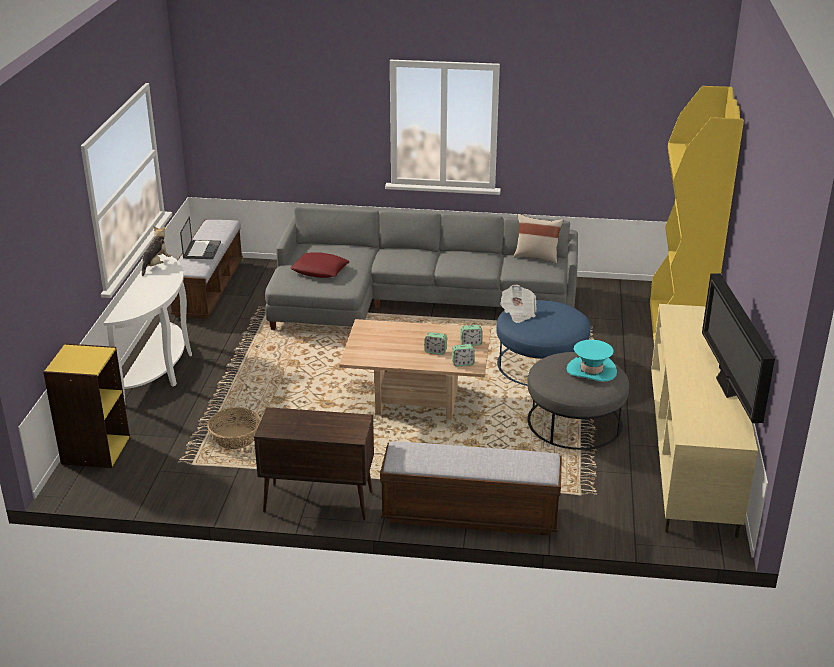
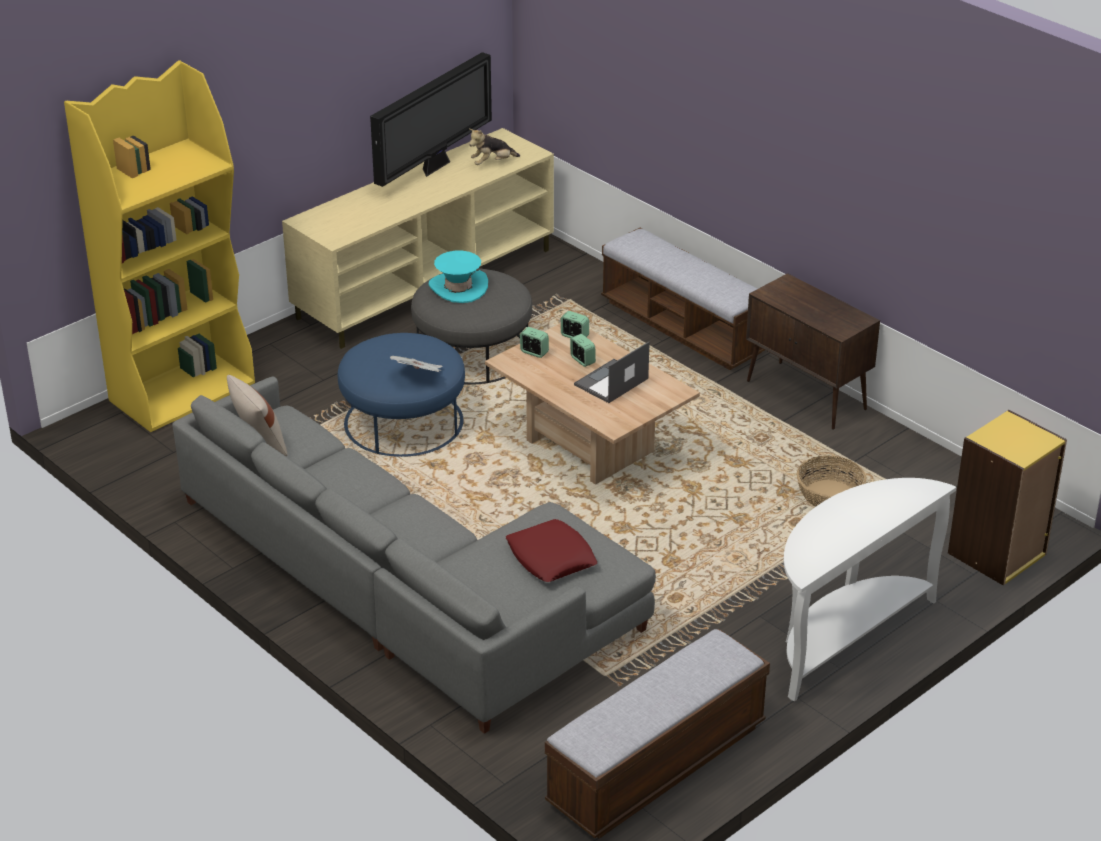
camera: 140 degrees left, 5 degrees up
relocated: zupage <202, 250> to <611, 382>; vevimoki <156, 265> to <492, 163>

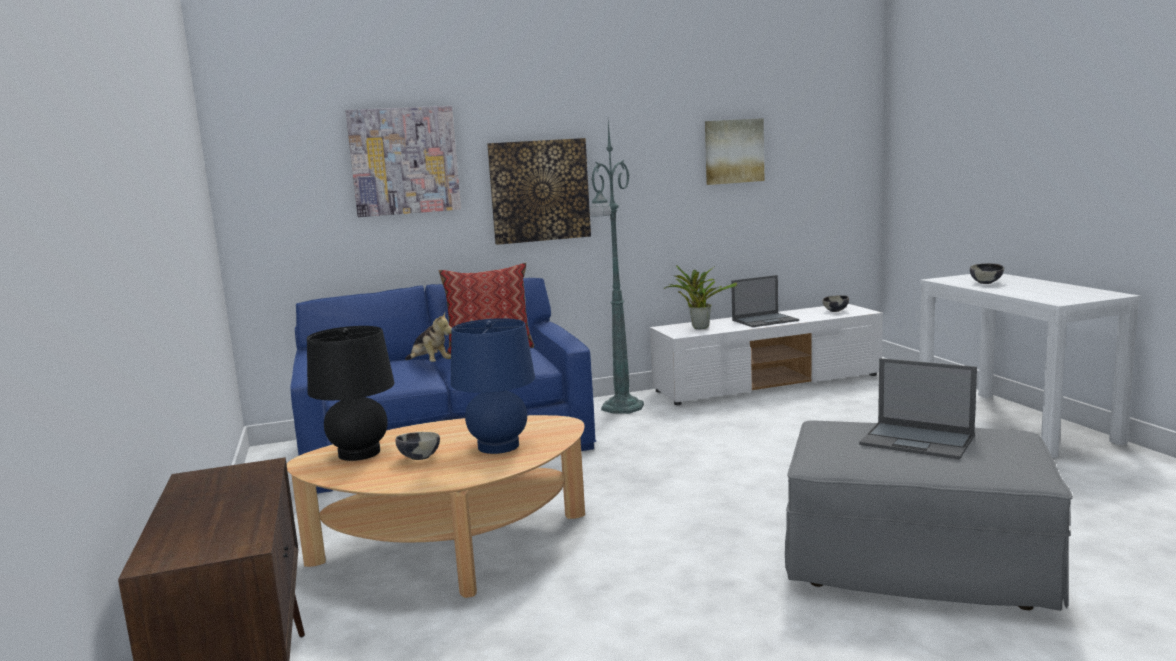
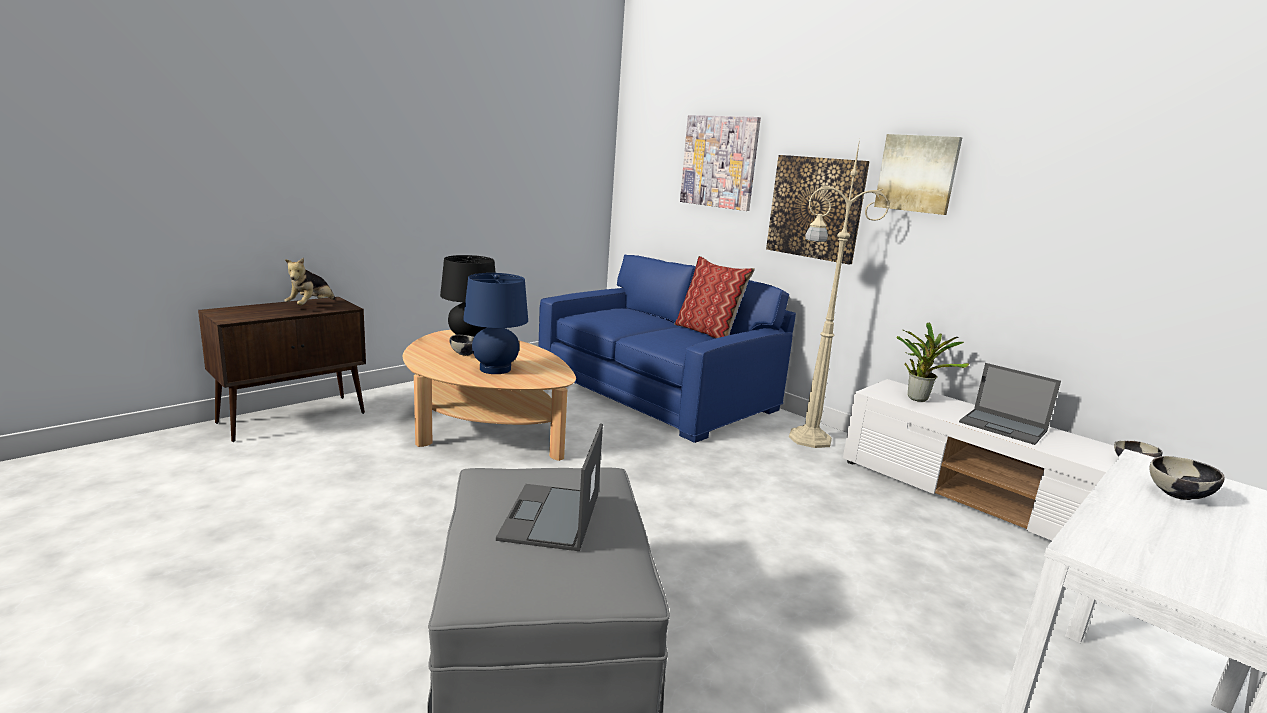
camera: 60 degrees right, 5 degrees up
relocated: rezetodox <733, 151> to <917, 173>; vevimoki <429, 364> to <311, 306>
colour: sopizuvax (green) <621, 408> to sopizuvax (beige) <807, 438>

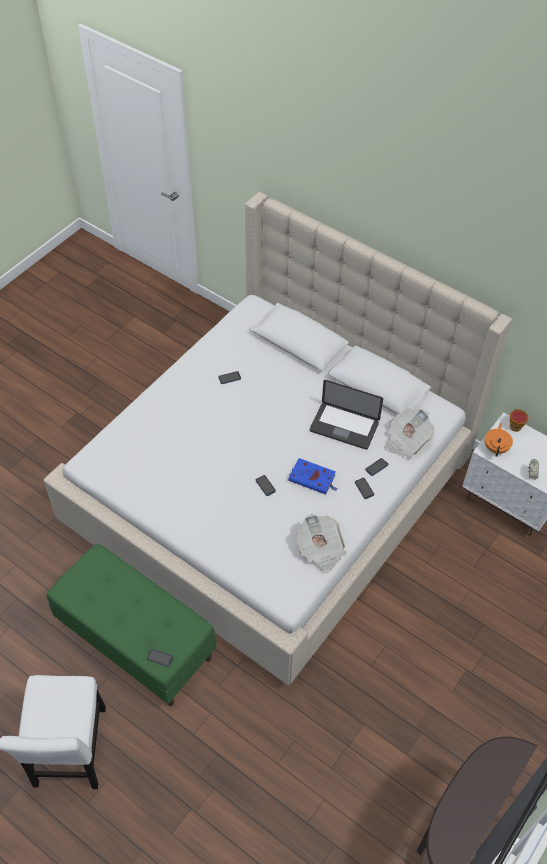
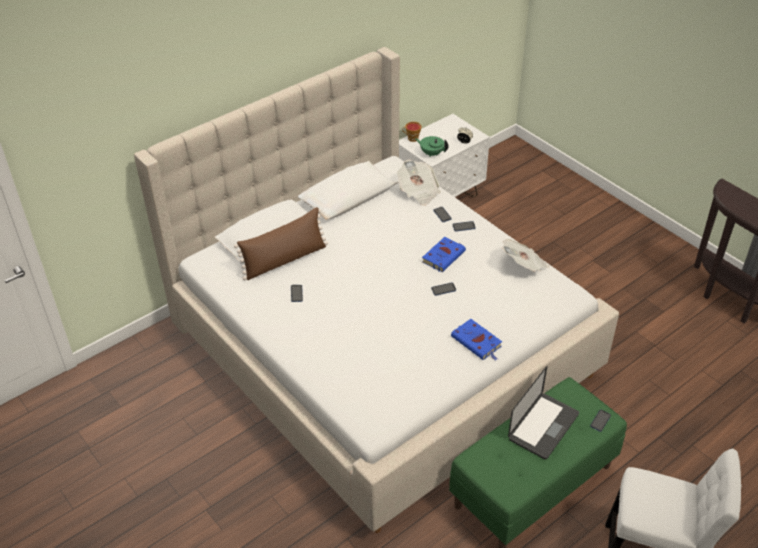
camera: 75 degrees left, 10 degrees down
appeared: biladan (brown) <285, 260>; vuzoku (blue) <477, 342>
relocated: zupage <344, 427> to <543, 426>
colour: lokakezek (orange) <496, 448> to lokakezek (green) <431, 153>

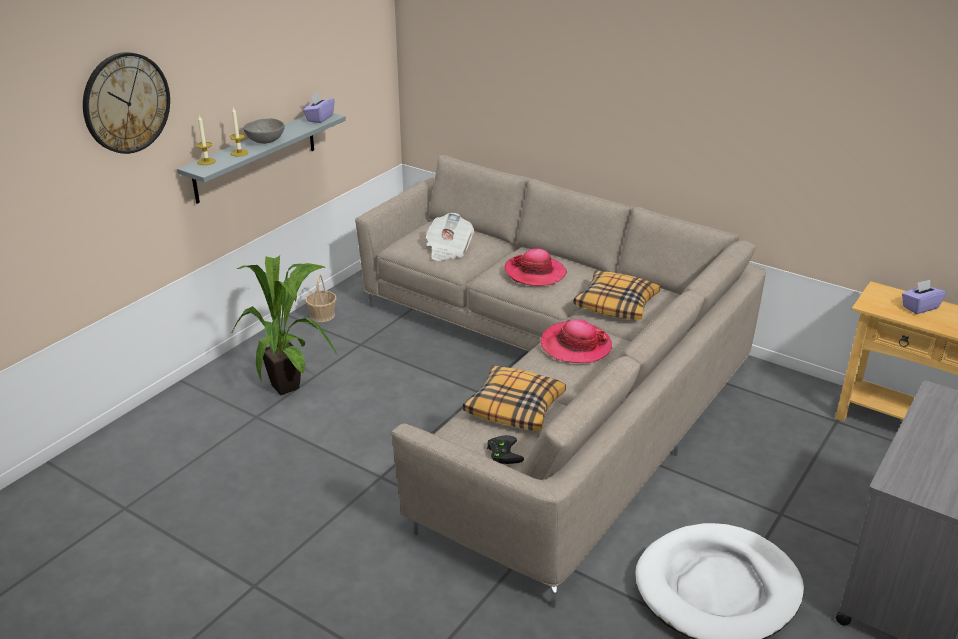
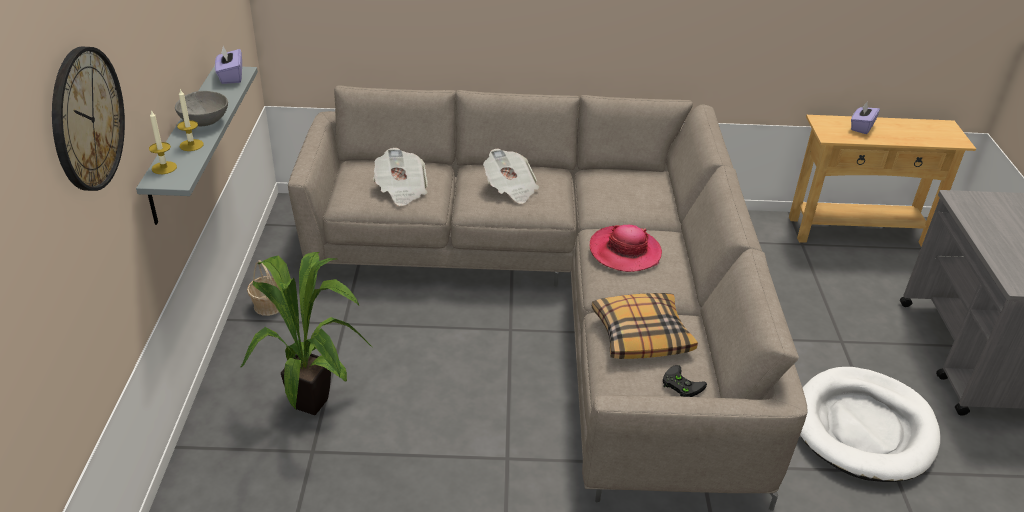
camera: 35 degrees left, 5 degrees up
missing: biladan <616, 304>
exchanged: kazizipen <535, 273> to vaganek <510, 189>

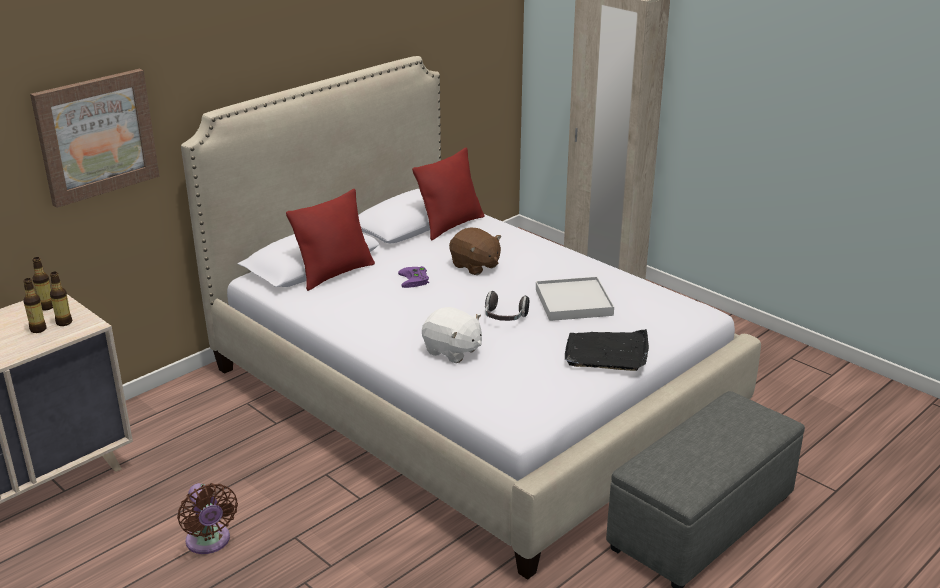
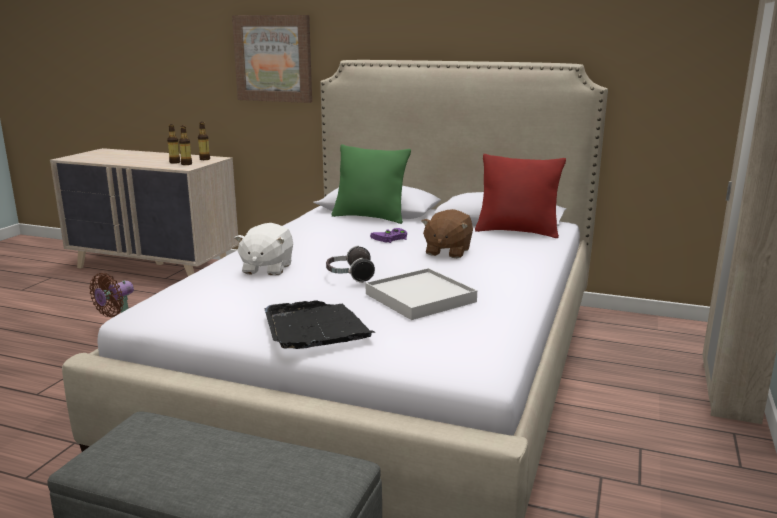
camera: 65 degrees right, 10 degrees down
colour: biladan (red) <335, 273> to biladan (green) <370, 217>

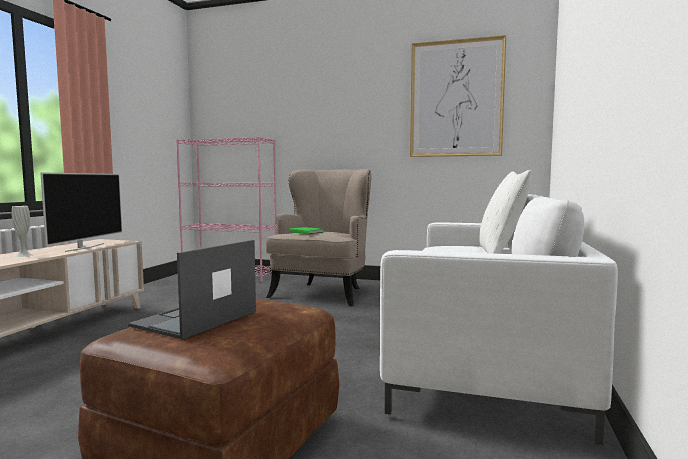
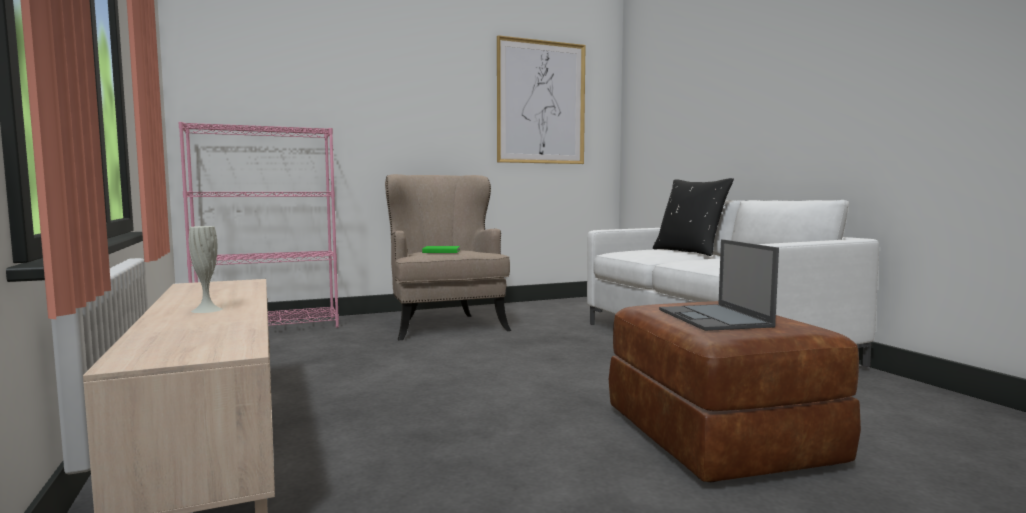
camera: 40 degrees left, 0 degrees up
missing: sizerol <84, 247>
colour: biladan (white) <500, 253> to biladan (black) <689, 251>

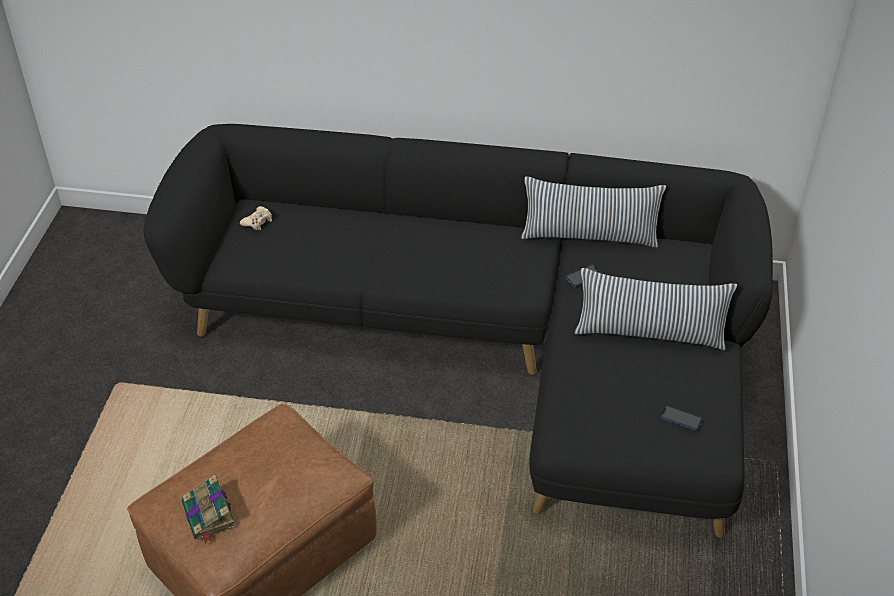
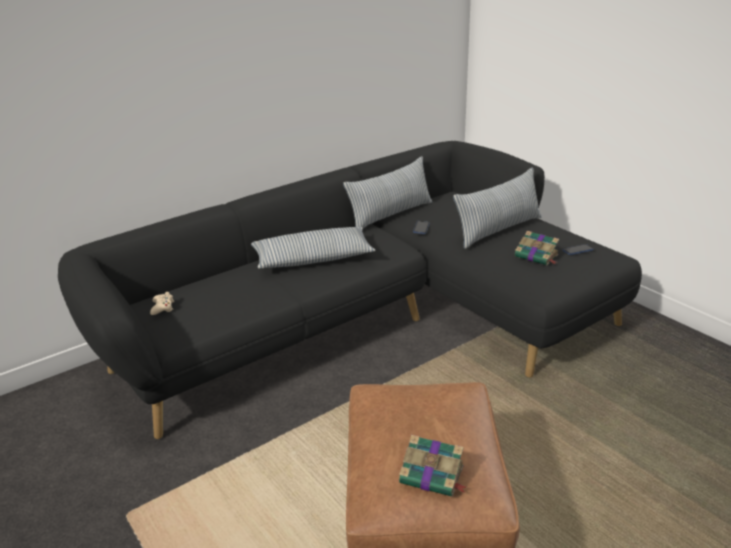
camera: 45 degrees left, 15 degrees down
appeared: biladan <313, 258>; vuzoku <537, 256>

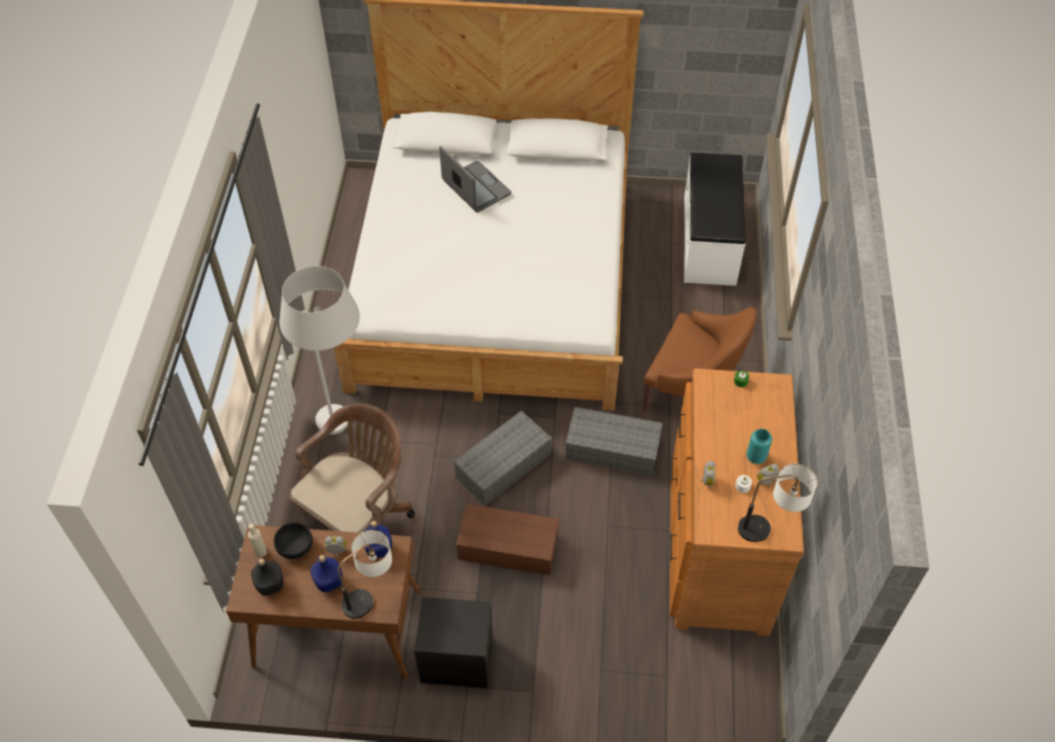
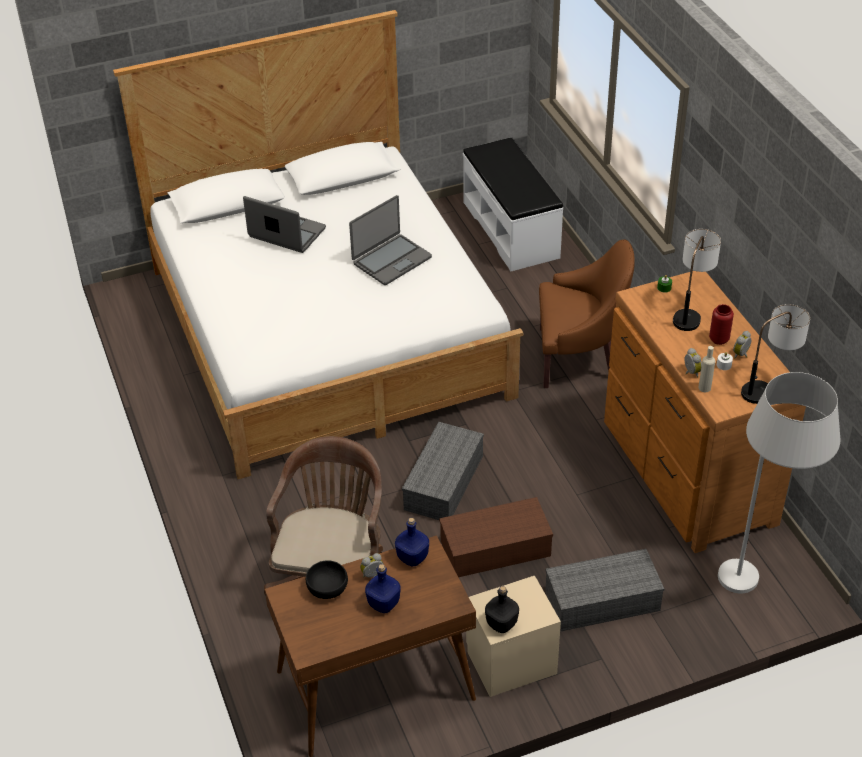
camera: 25 degrees left, 10 degrees down
appeared: zupage <391, 260>
relocated: sopizuvax (white) <345, 431> to <760, 583>; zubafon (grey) <611, 449> to <601, 602>; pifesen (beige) <261, 551> to <704, 388>; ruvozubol <370, 595> to <691, 312>; pifesen (black) <270, 585> to <501, 624>
colour: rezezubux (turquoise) <756, 457> to rezezubux (red) <719, 339>; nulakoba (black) <457, 658> to nulakoba (beige) <510, 661>

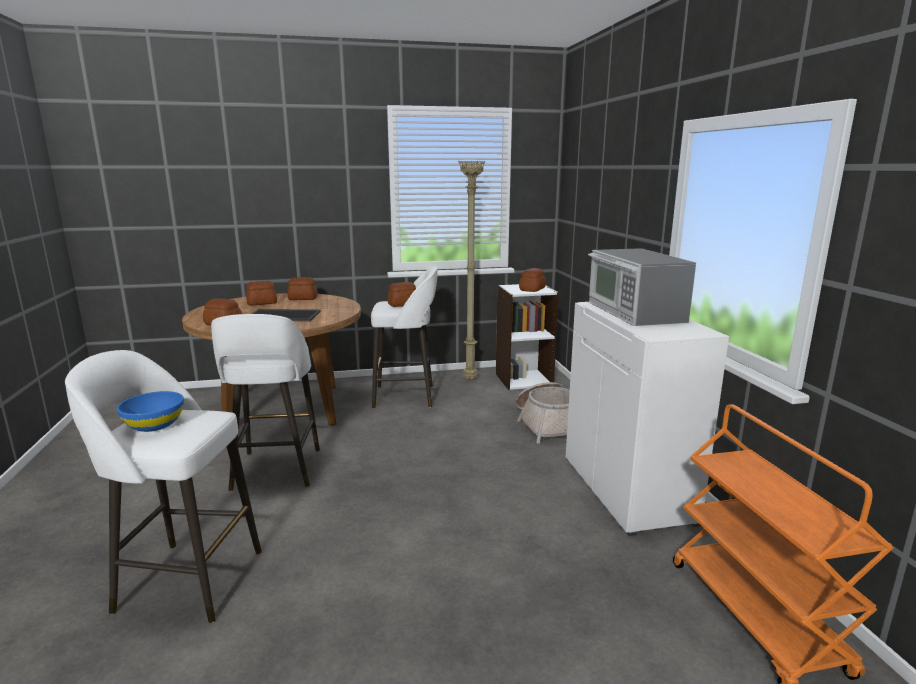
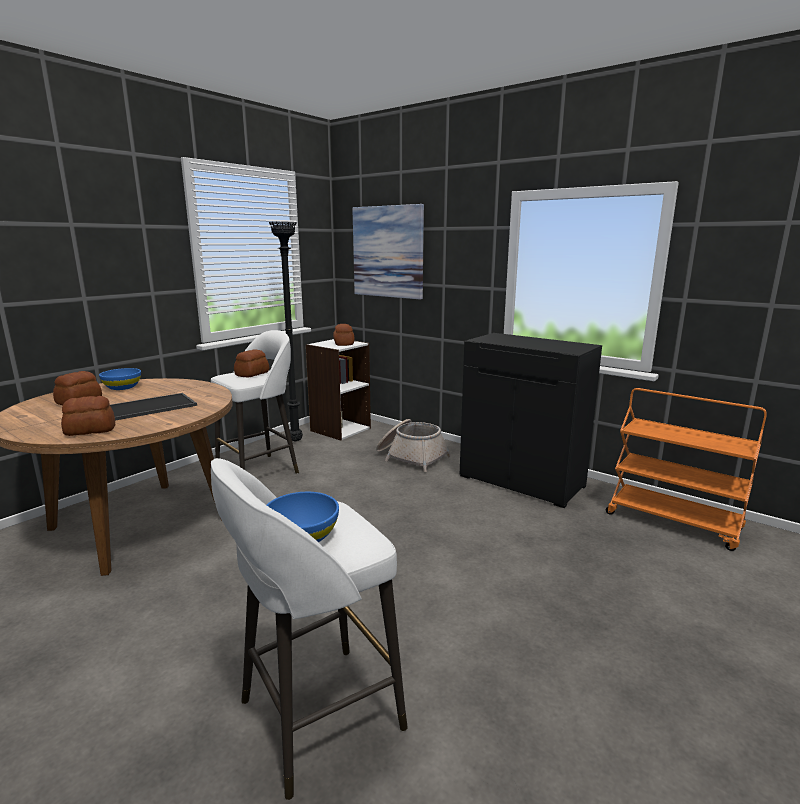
camera: 40 degrees left, 0 degrees up
missing: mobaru <633, 312>; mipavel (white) <276, 471>
appeared: rezetodox <388, 252>
exchanged: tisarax <303, 298> to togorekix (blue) <122, 387>
colour: sopizuvax (beige) <470, 380> to sopizuvax (black) <296, 441>; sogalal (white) <628, 489> to sogalal (black) <522, 481>

